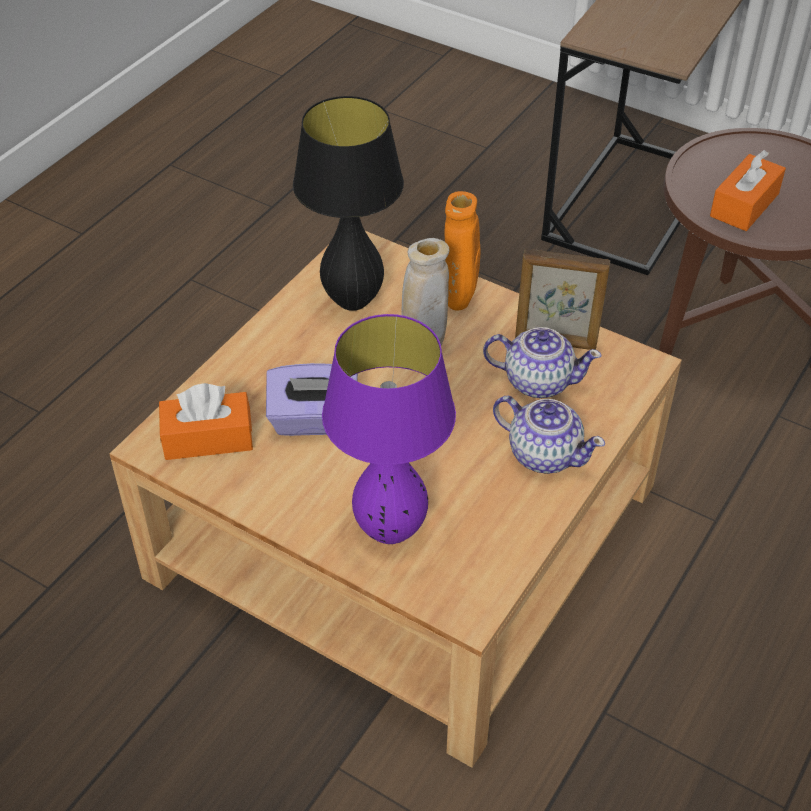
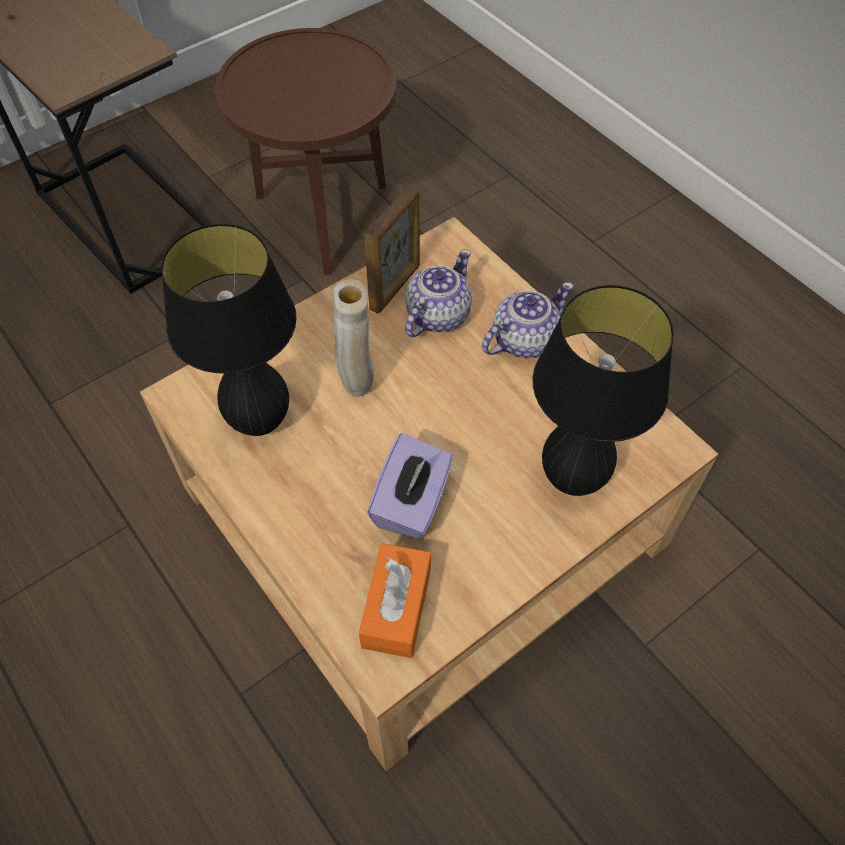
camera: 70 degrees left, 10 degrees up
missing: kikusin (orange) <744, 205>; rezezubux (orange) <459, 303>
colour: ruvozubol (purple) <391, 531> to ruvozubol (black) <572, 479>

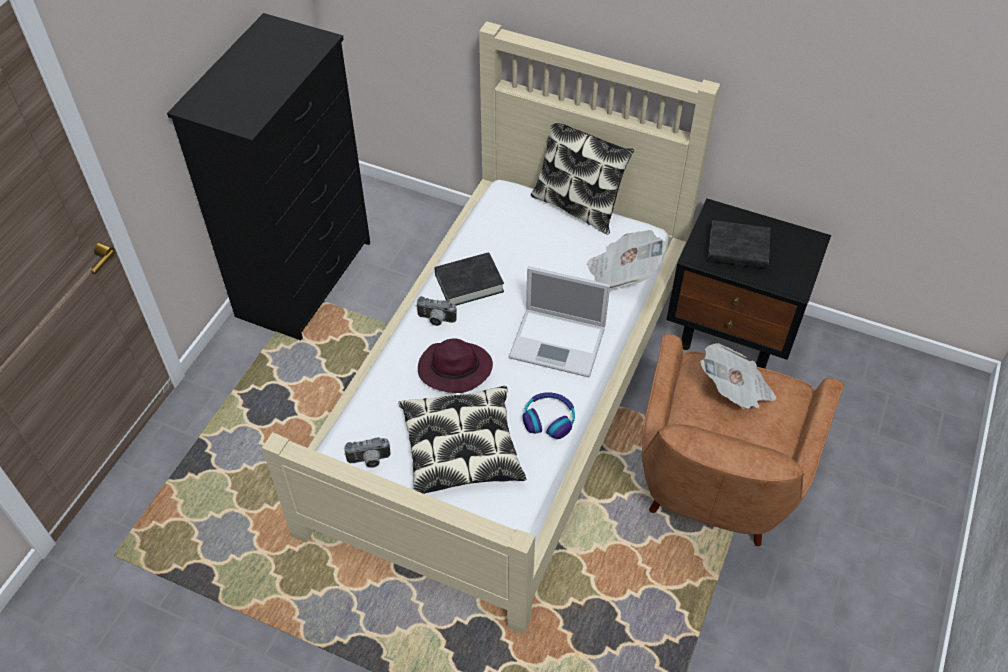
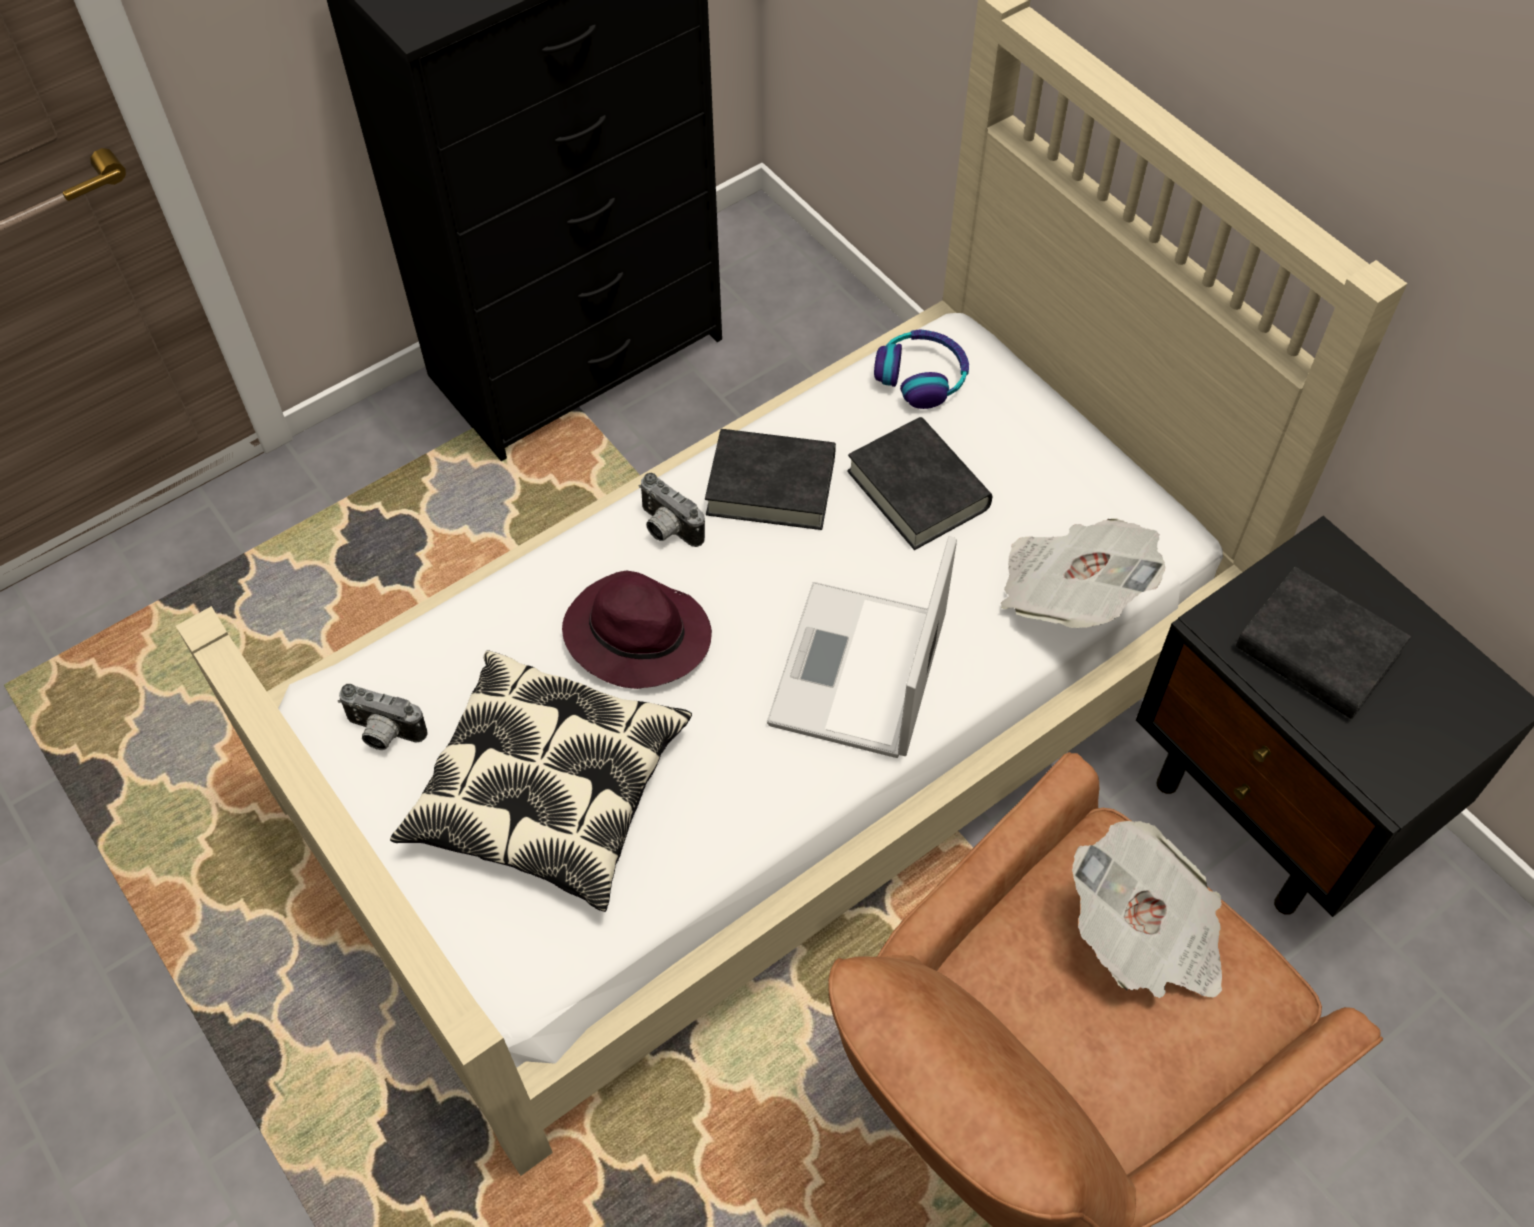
camera: 30 degrees right, 5 degrees up
missing: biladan <577, 206>
appeared: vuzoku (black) <918, 490>
relocated: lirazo <549, 419> to <921, 376>
spun: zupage <559, 342> = <858, 674> 60 degrees clockwise

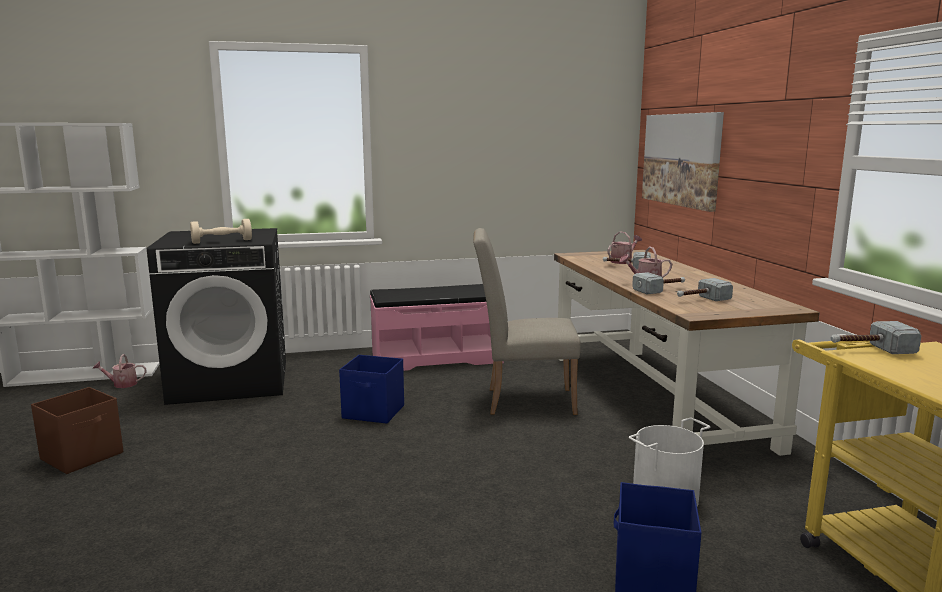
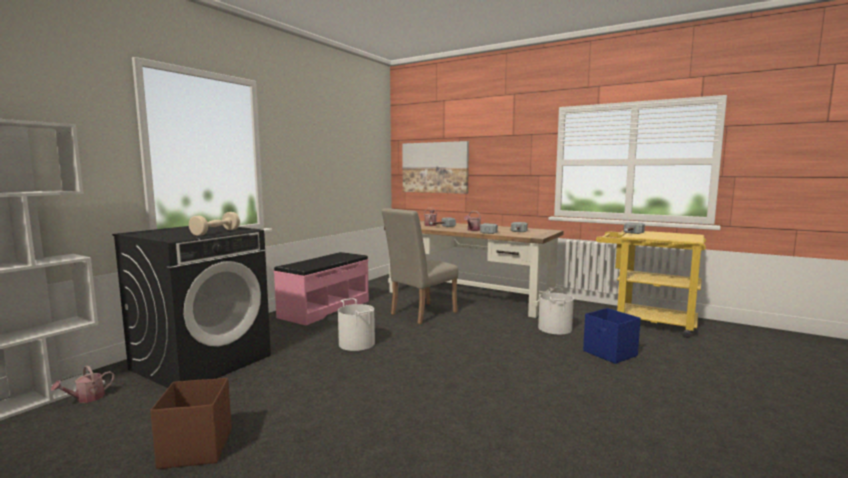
camera: 45 degrees left, 5 degrees down
exchanged: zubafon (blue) <374, 412> to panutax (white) <357, 343>

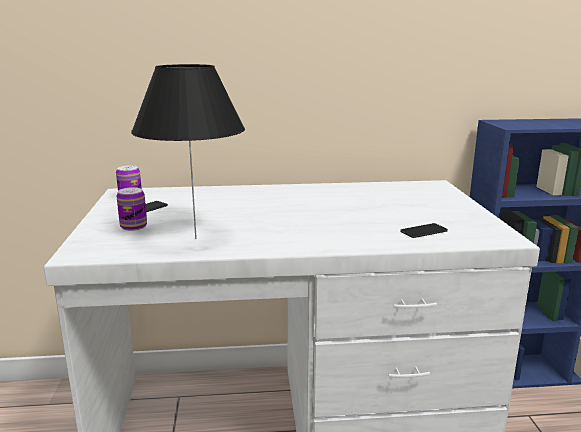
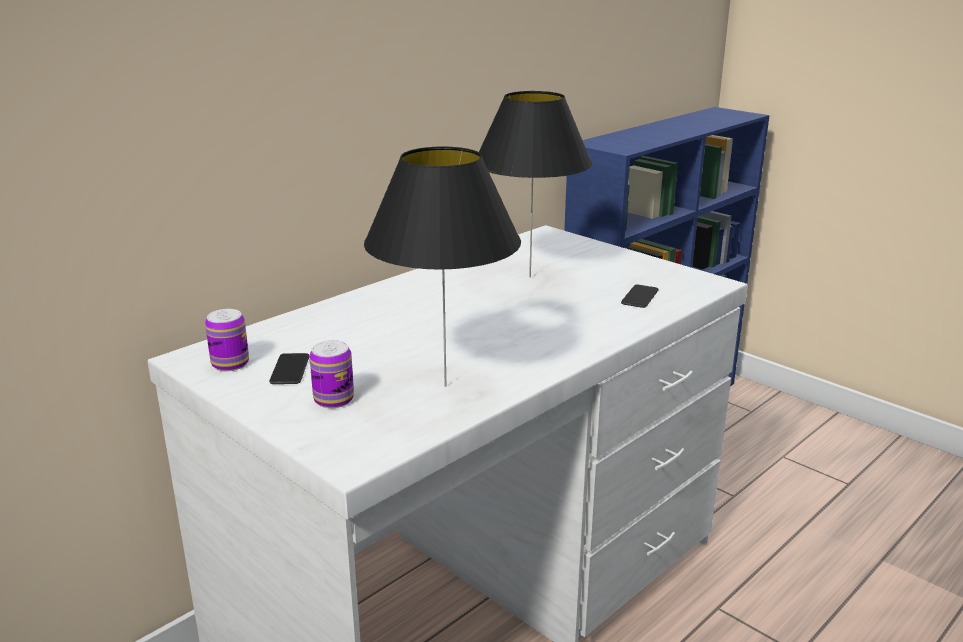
camera: 40 degrees left, 5 degrees up
appeared: ruvozubol (black) <530, 277>

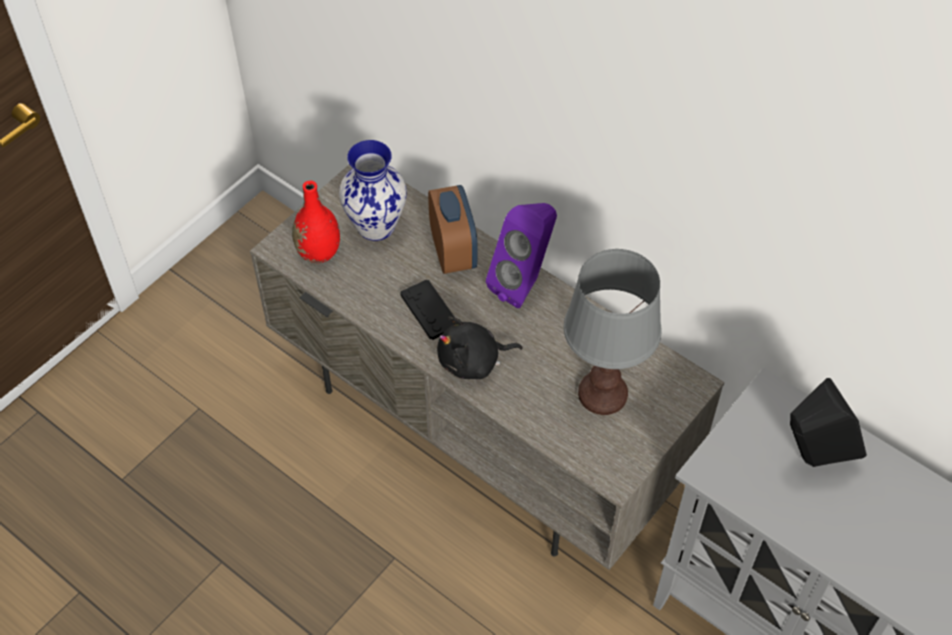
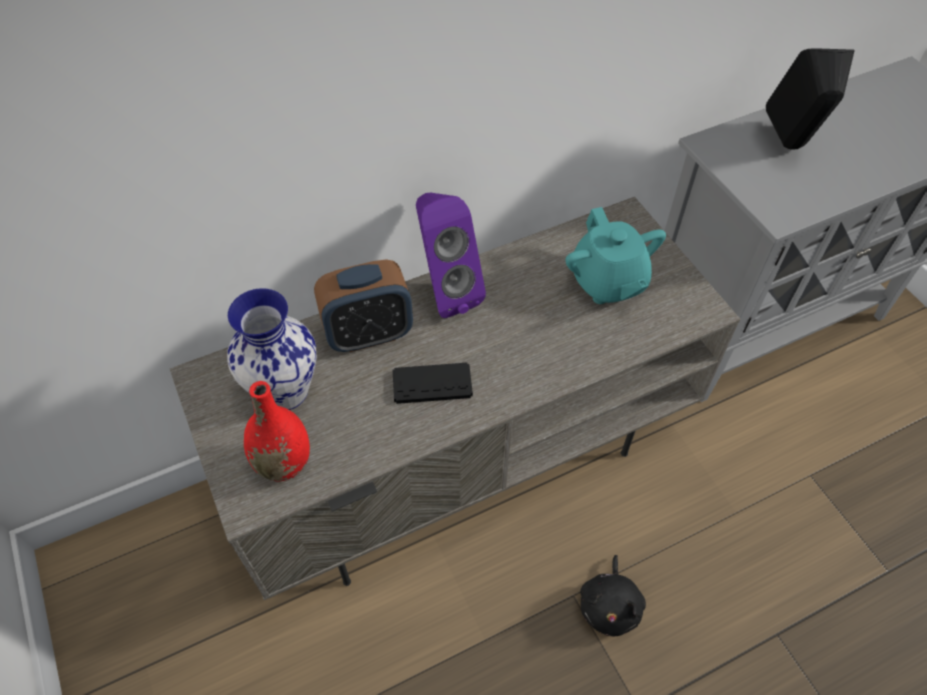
camera: 65 degrees left, 0 degrees up
relocated: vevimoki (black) <473, 361> to <610, 605>
exchanged: ruvozubol (grey) <602, 393> to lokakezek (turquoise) <608, 282>
spun: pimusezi <453, 252> = <369, 334> 150 degrees clockwise

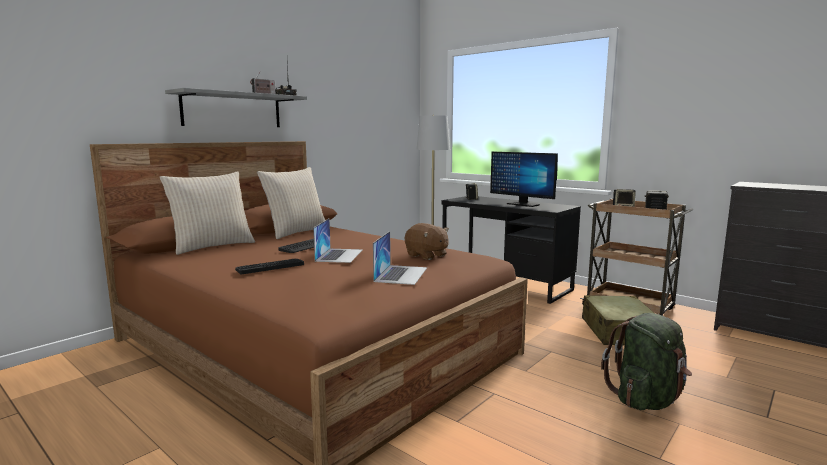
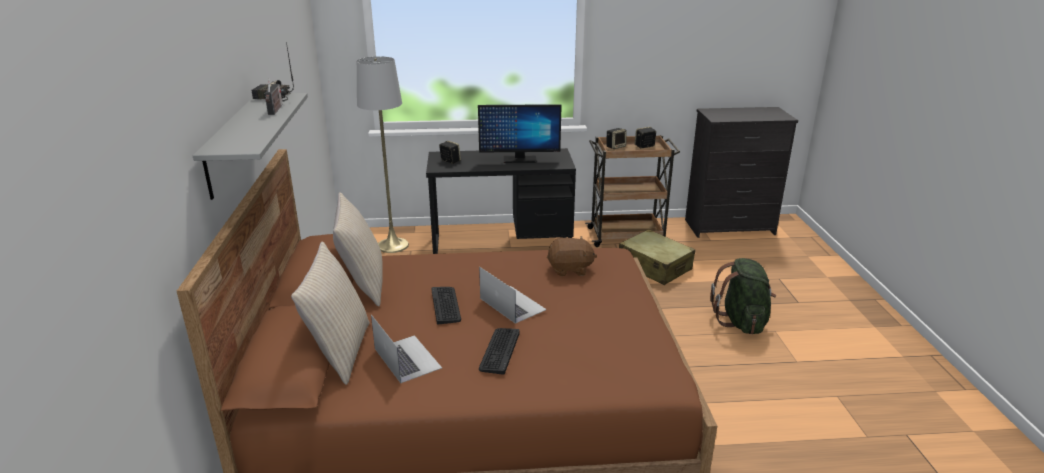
camera: 45 degrees left, 15 degrees up
relocated: zupage <401, 274> to <407, 358>

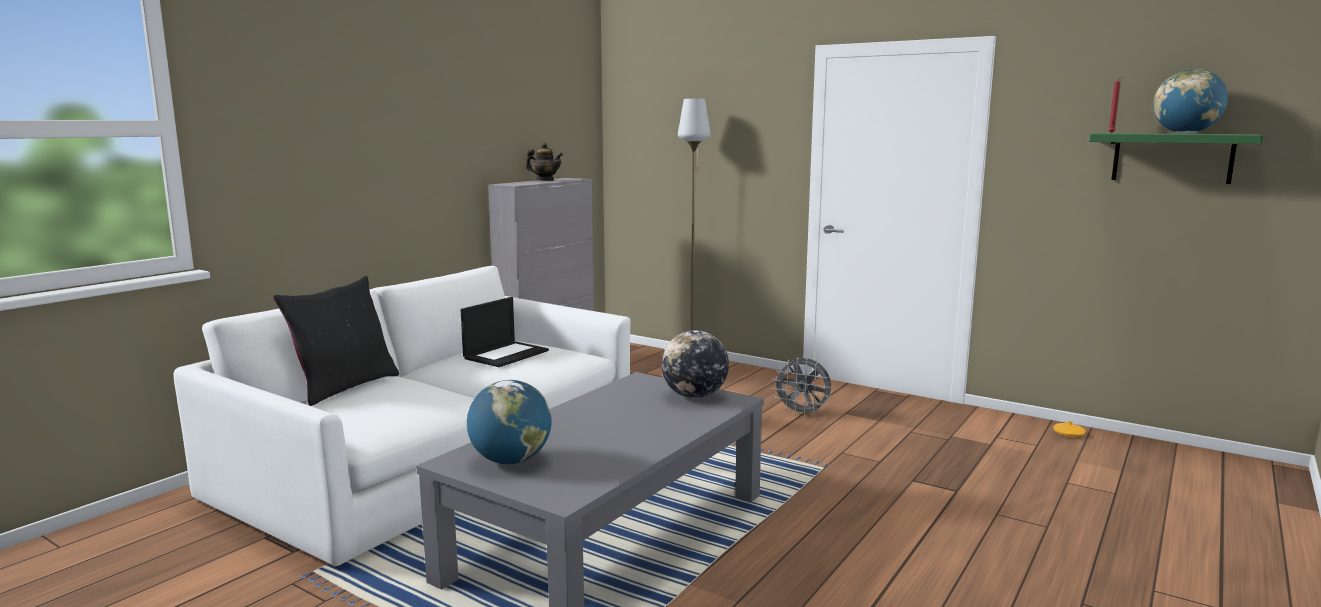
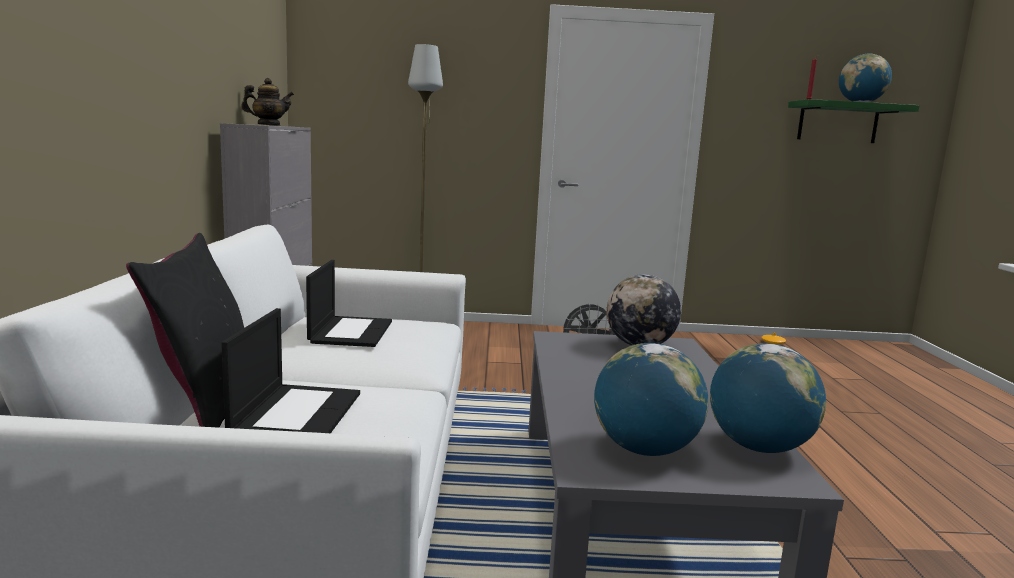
camera: 35 degrees left, 0 degrees up
appeared: zupage <297, 413>; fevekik <758, 447>

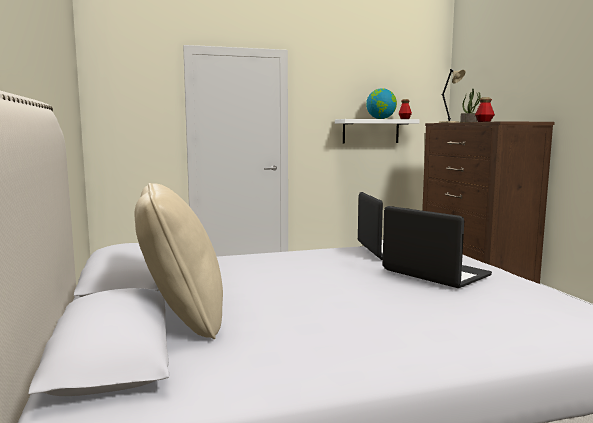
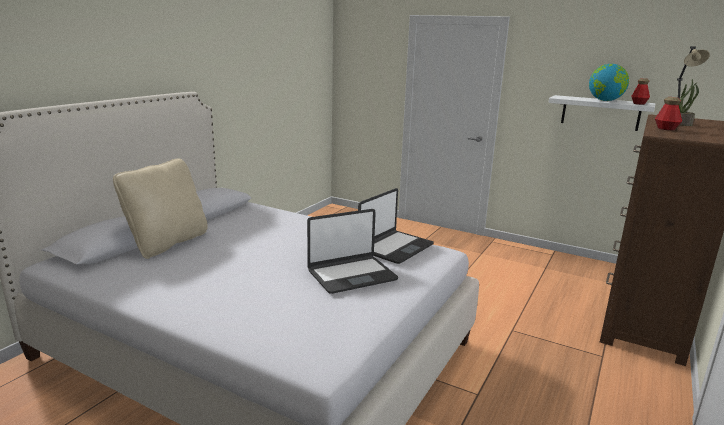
camera: 45 degrees right, 10 degrees up
spun: zupage <435, 273> = <351, 275> 60 degrees clockwise

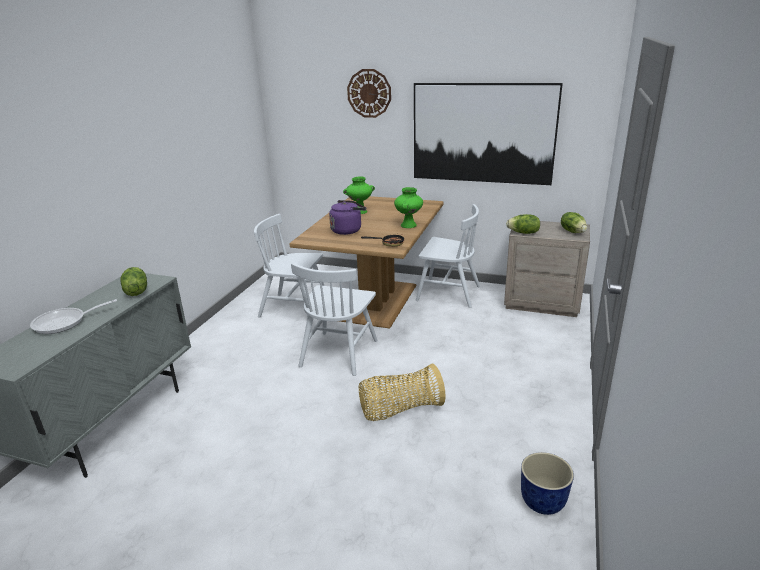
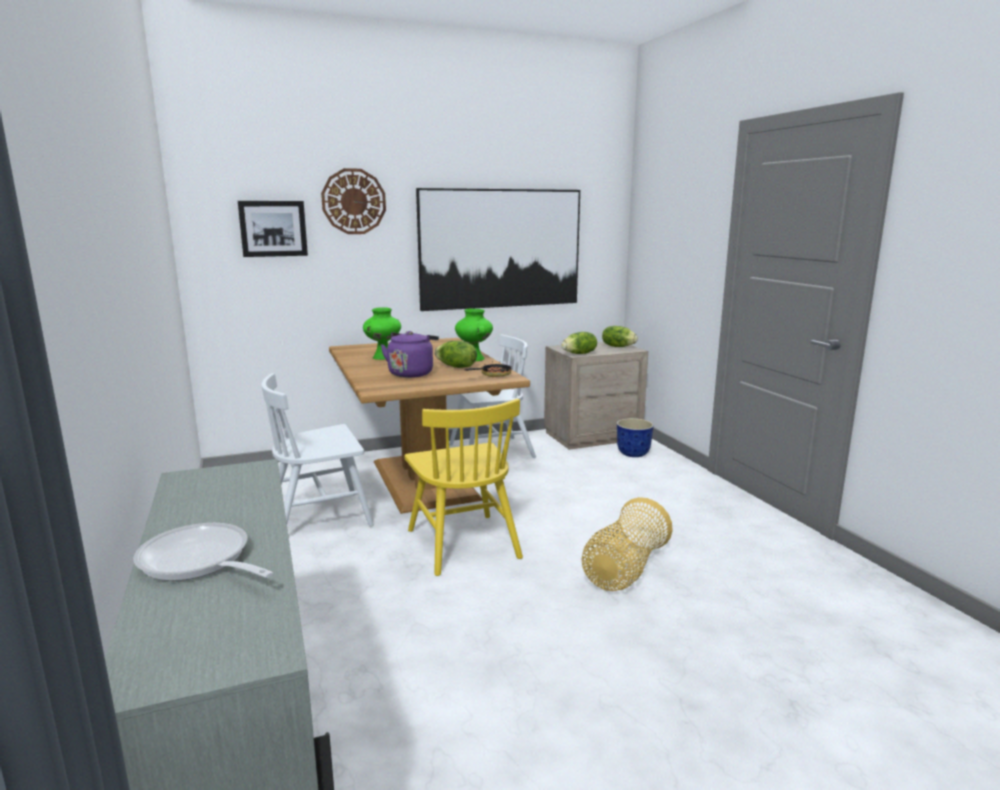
camera: 40 degrees left, 10 degrees down
appeared: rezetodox <273, 228>
relocated: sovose <136, 291> to <456, 367>; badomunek <541, 502> to <632, 454>
colour: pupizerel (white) <339, 353> to pupizerel (yellow) <463, 543>
spun: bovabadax <65, 323> = <199, 562> 105 degrees clockwise

